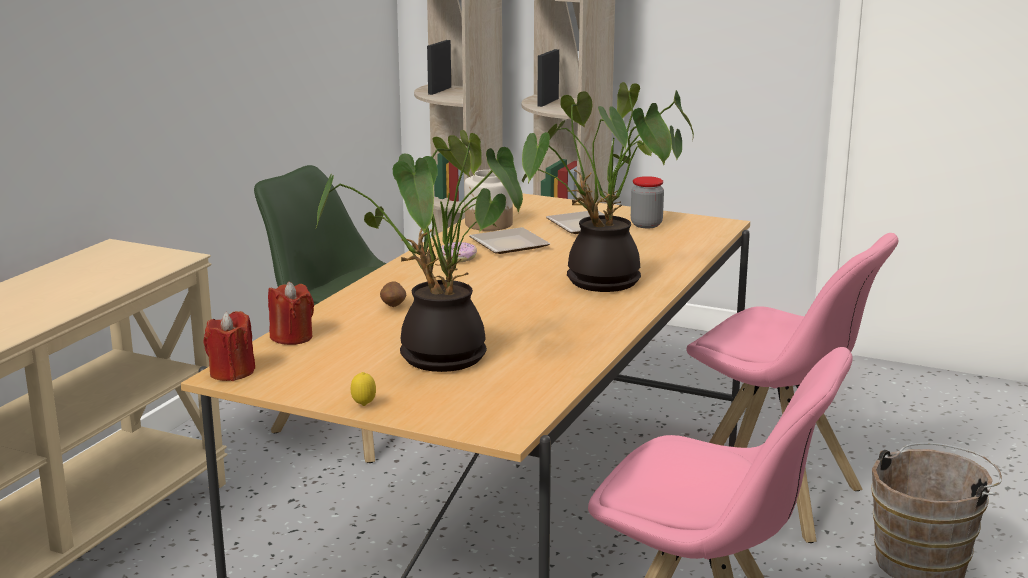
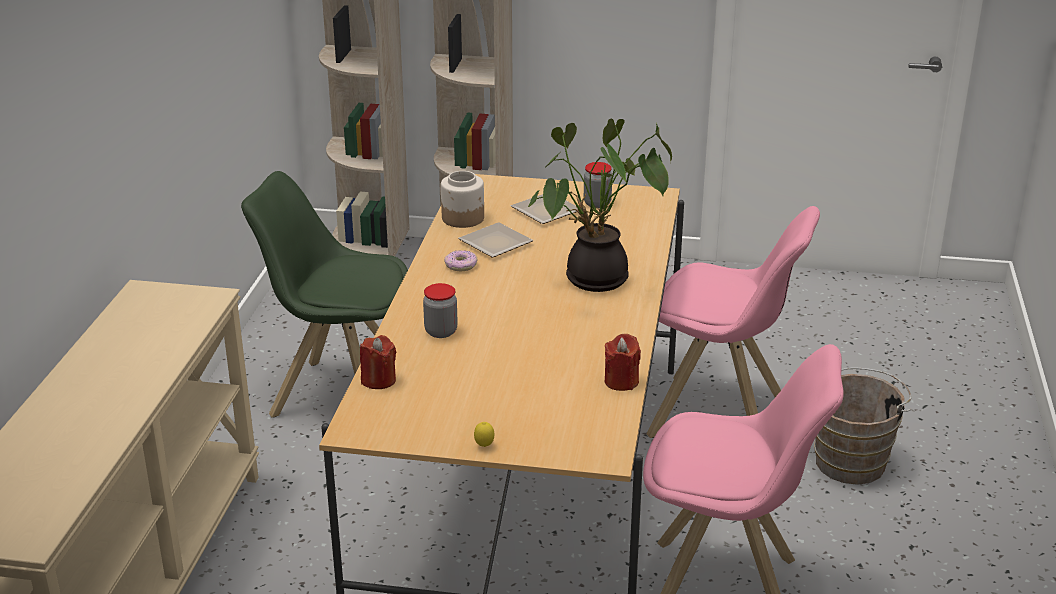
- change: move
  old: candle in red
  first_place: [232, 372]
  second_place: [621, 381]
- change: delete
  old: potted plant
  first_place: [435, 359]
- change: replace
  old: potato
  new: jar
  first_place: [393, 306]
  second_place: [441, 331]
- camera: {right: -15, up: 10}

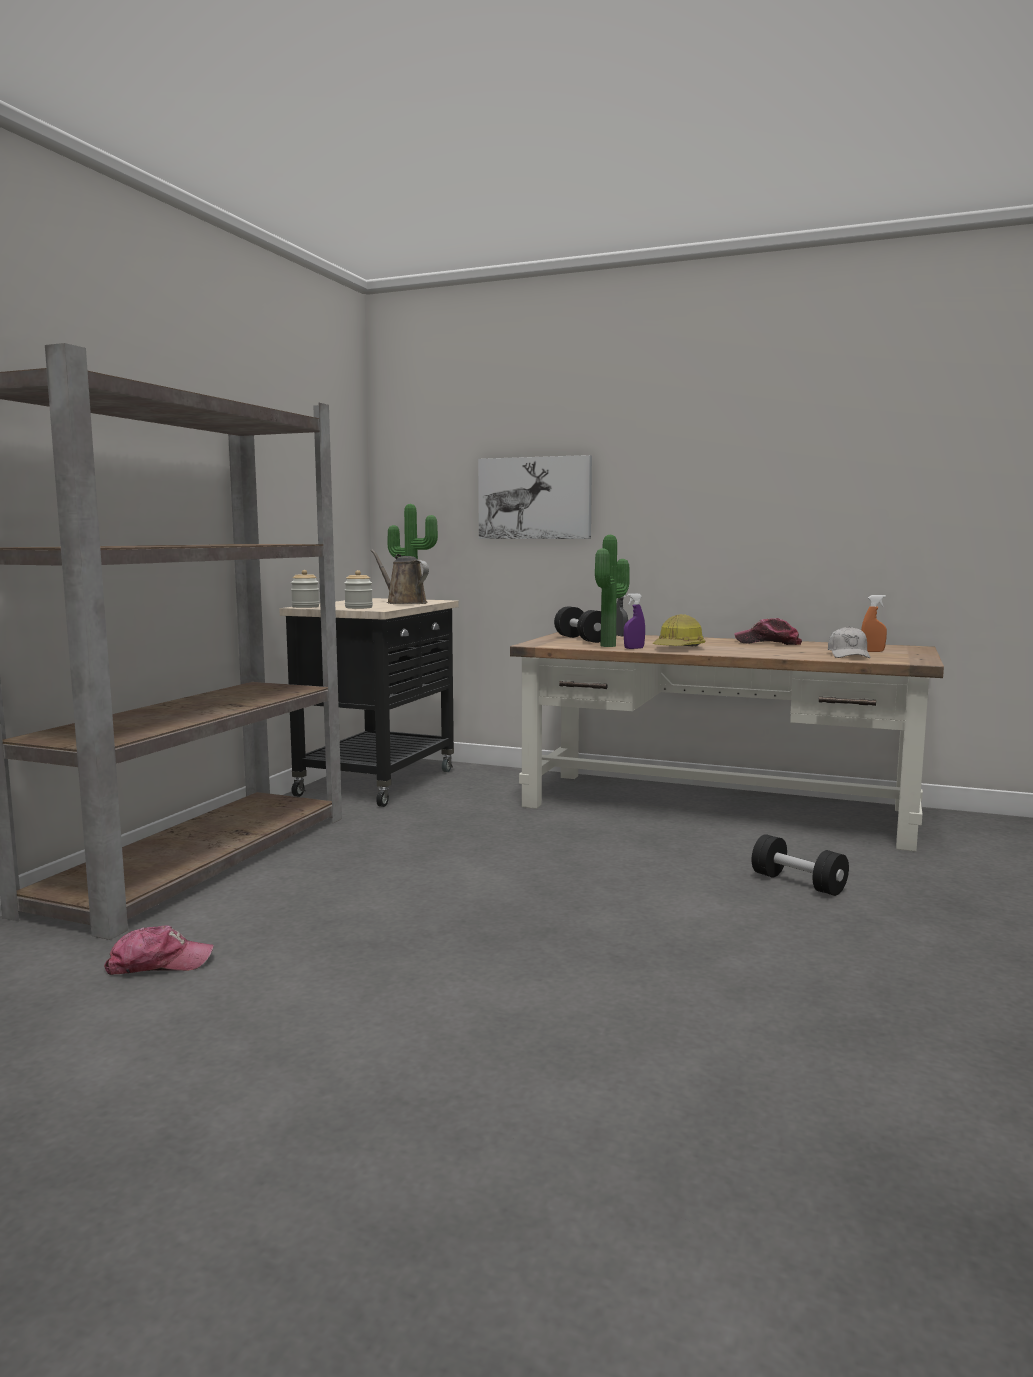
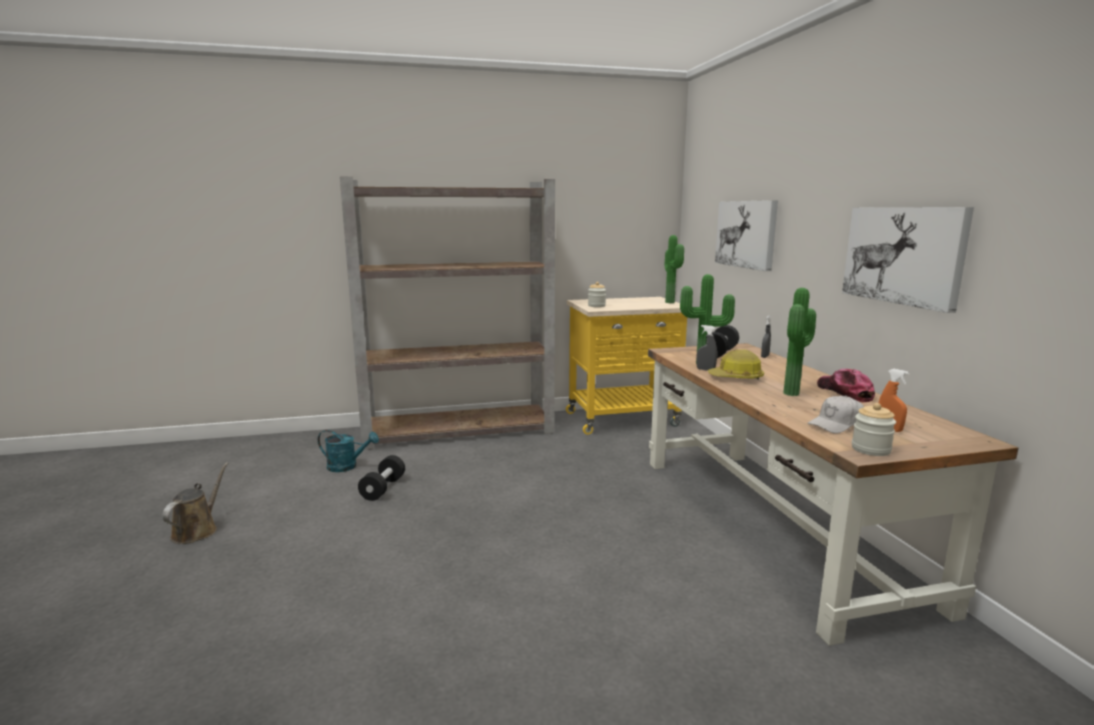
- change: replace
  old: cap
  new: watering can in turquoise
  first_place: [159, 964]
  second_place: [347, 466]
- change: recolor
  old: cart in black
  new: cart in yellow
  first_place: [376, 782]
  second_place: [622, 419]
- change: move
  old: jar
  first_place: [305, 607]
  second_place: [870, 449]
- change: move
  old: watering can in brown
  first_place: [403, 603]
  second_place: [197, 530]
- change: recolor
  old: spray bottle in purple
  new: spray bottle in grey
  first_place: [634, 648]
  second_place: [705, 370]
- change: move
  old: dumbbell in black
  first_place: [798, 883]
  second_place: [383, 488]
- change: insert
  new: potted plant
  second_place: [794, 394]
- change: insert
  new: picture
  second_place: [903, 255]
- camera: {right: 55, up: 5}

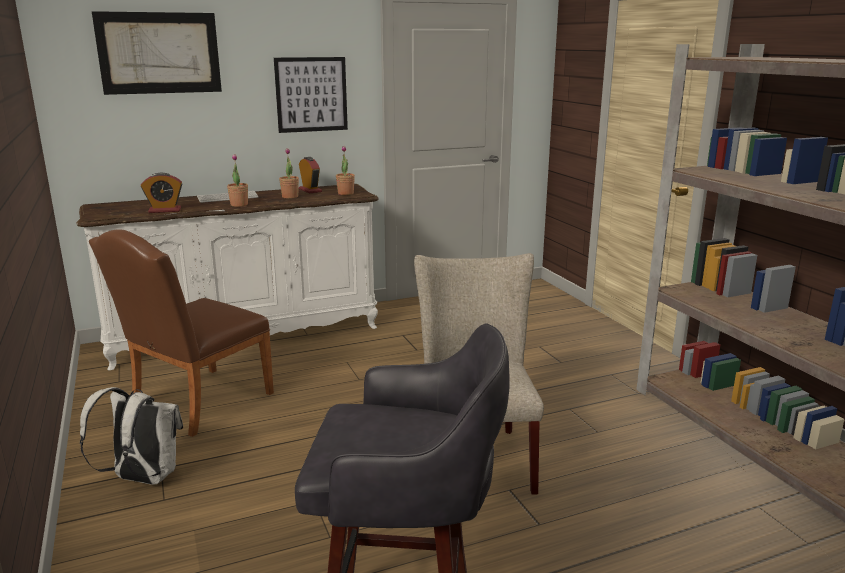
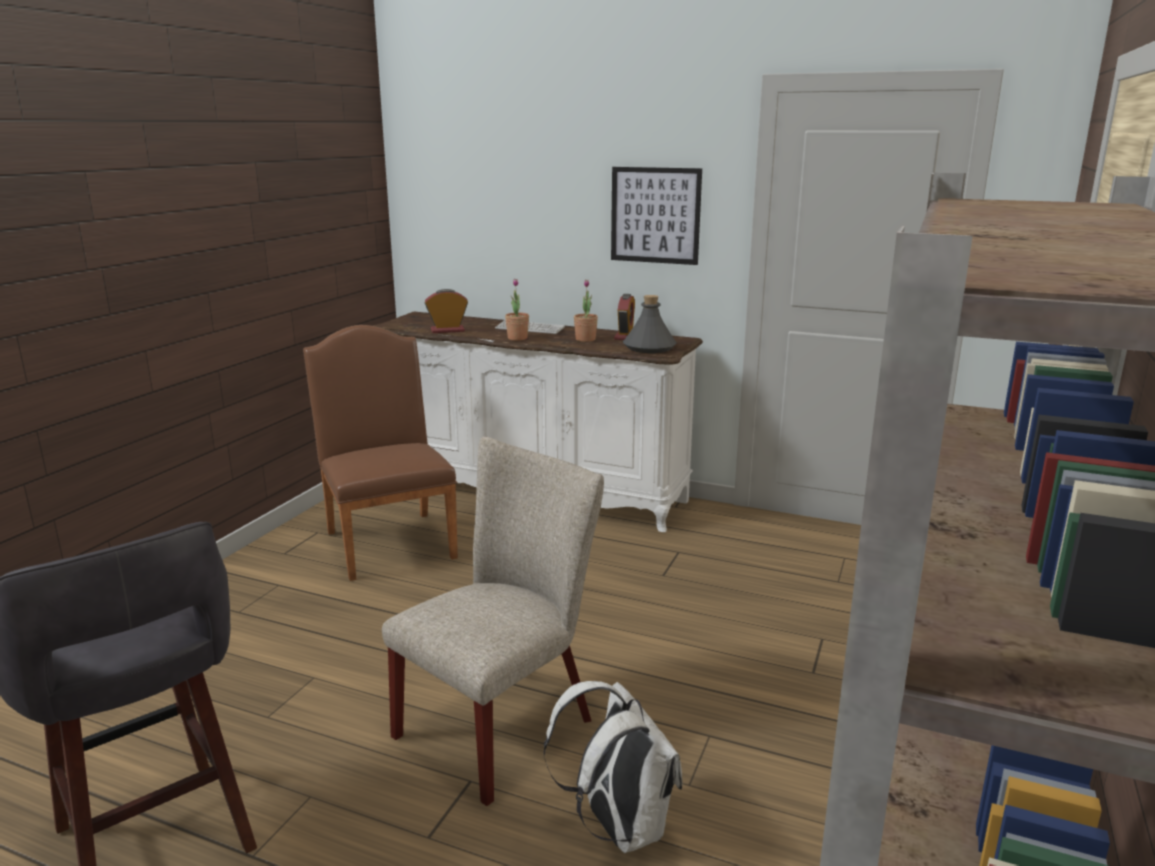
- change: move
  old: backpack in white
  first_place: [142, 478]
  second_place: [618, 826]
- change: rotate
  old: chair in brown
  first_place: [195, 404]
  second_place: [388, 540]
  degrees: 75
- change: delete
  old: picture
  first_place: [159, 53]
- change: rotate
  old: alarm clock
  first_place: [165, 210]
  second_place: [447, 330]
  degrees: 135
- change: replace
  old: potted plant
  new: bottle in grey
  first_place: [345, 193]
  second_place: [649, 347]
- camera: {right: 45, up: 0}

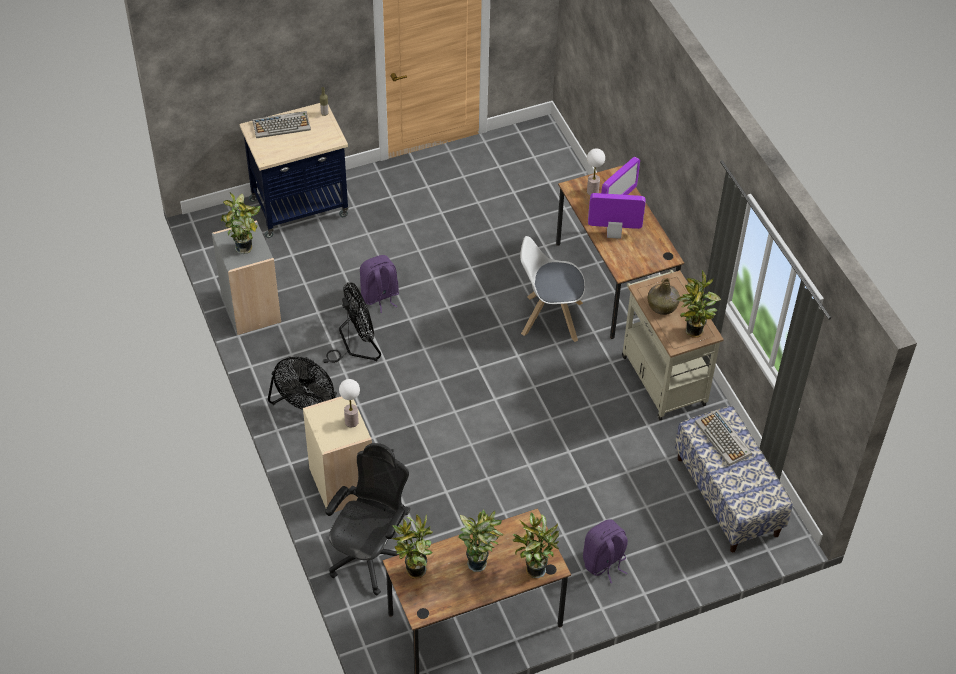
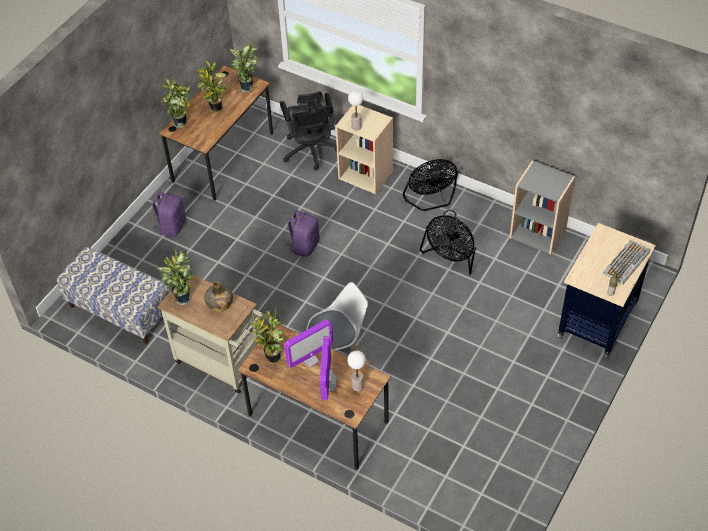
- change: move
  old: potted plant
  first_place: [246, 248]
  second_place: [271, 359]
- change: move
  old: backpack in purple
  first_place: [380, 296]
  second_place: [304, 246]
- change: delete
  old: keyboard
  first_place: [723, 438]
- camera: {right: 145, up: 0}

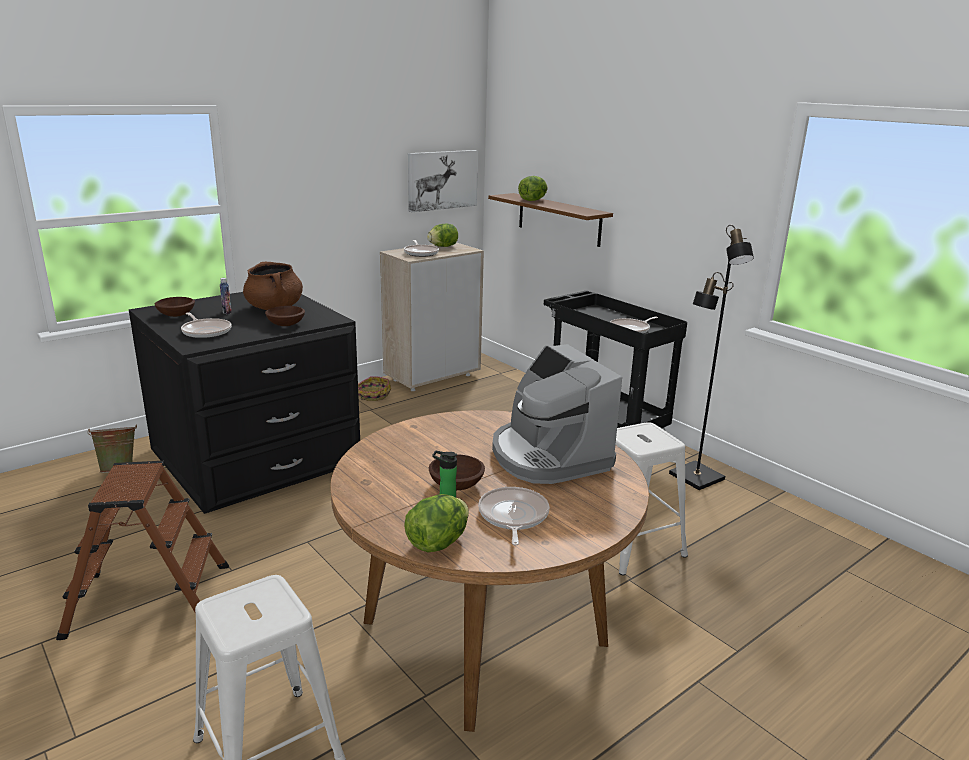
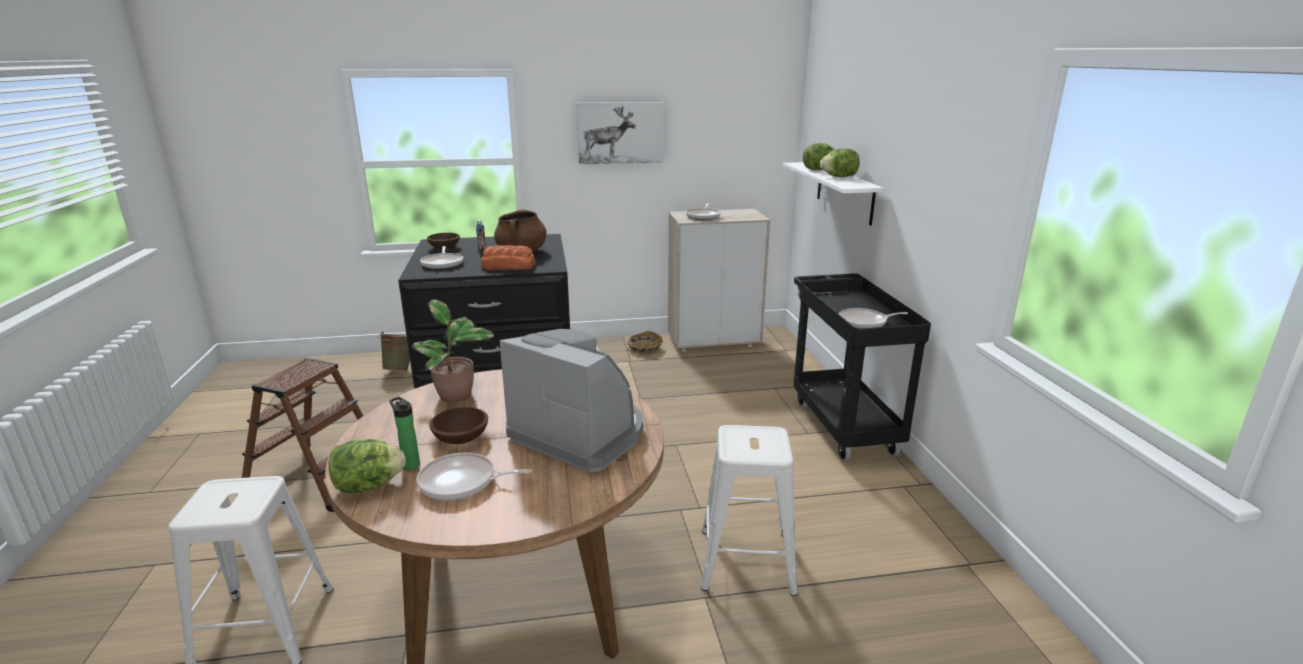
- change: replace
  old: bowl in brown
  new: bread
  first_place: [285, 324]
  second_place: [508, 266]
- change: move
  old: picture
  first_place: [442, 180]
  second_place: [620, 133]
- change: move
  old: lettuce
  first_place: [443, 246]
  second_place: [839, 177]
- change: rotate
  old: frying pan
  first_place: [513, 516]
  second_place: [462, 482]
  degrees: -120
- change: recolor
  old: shelf in brown
  new: shelf in white
  first_place: [559, 219]
  second_place: [844, 192]
- change: rotate
  old: coffee machine
  first_place: [548, 456]
  second_place: [580, 433]
  degrees: 120
- change: delete
  old: floor lamp in black
  first_place: [696, 476]
- change: insert
  new: potted plant
  second_place: [457, 396]
- camera: {right: 30, up: 0}

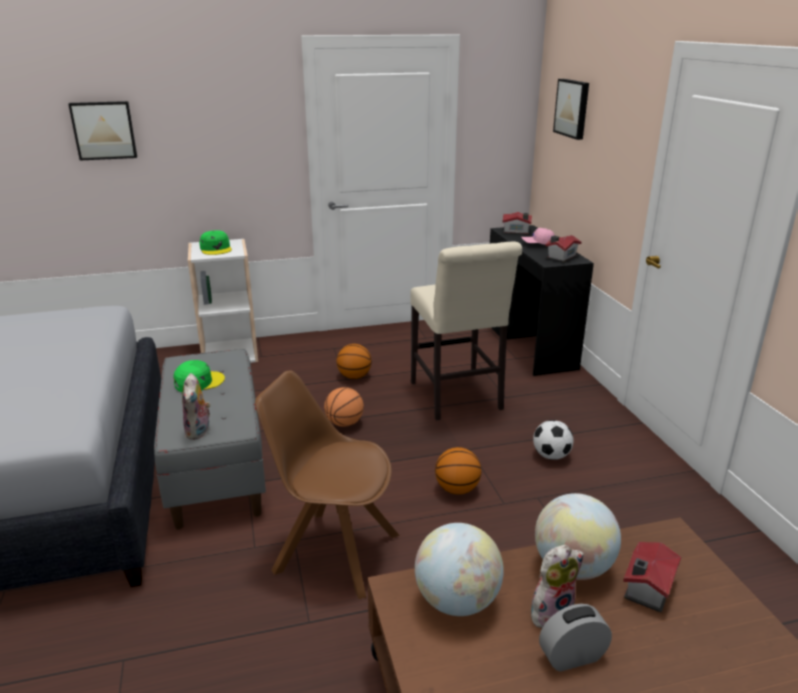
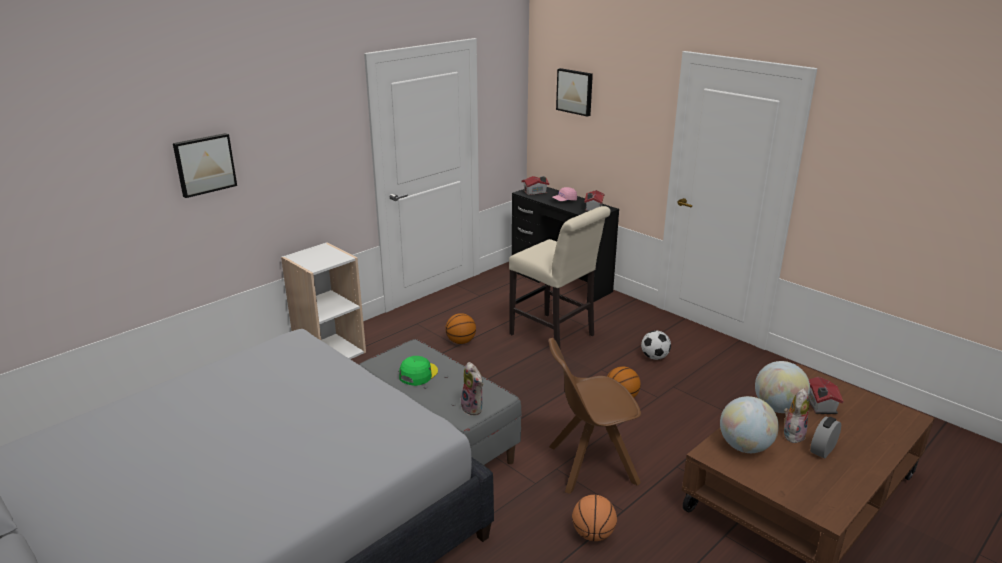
- change: delete
  old: cap in green
  first_place: [216, 249]
- change: move
  old: basketball
  first_place: [344, 423]
  second_place: [593, 534]
- camera: {right: -30, up: 0}

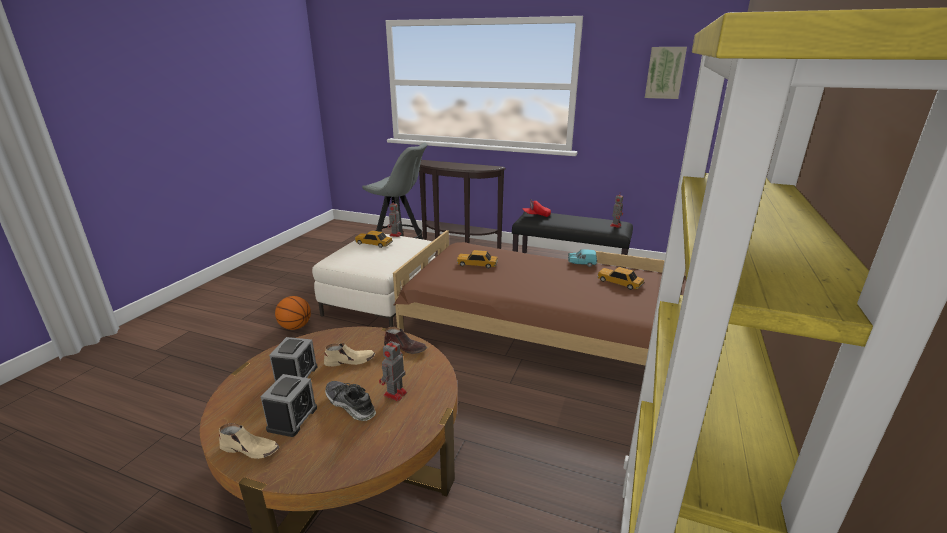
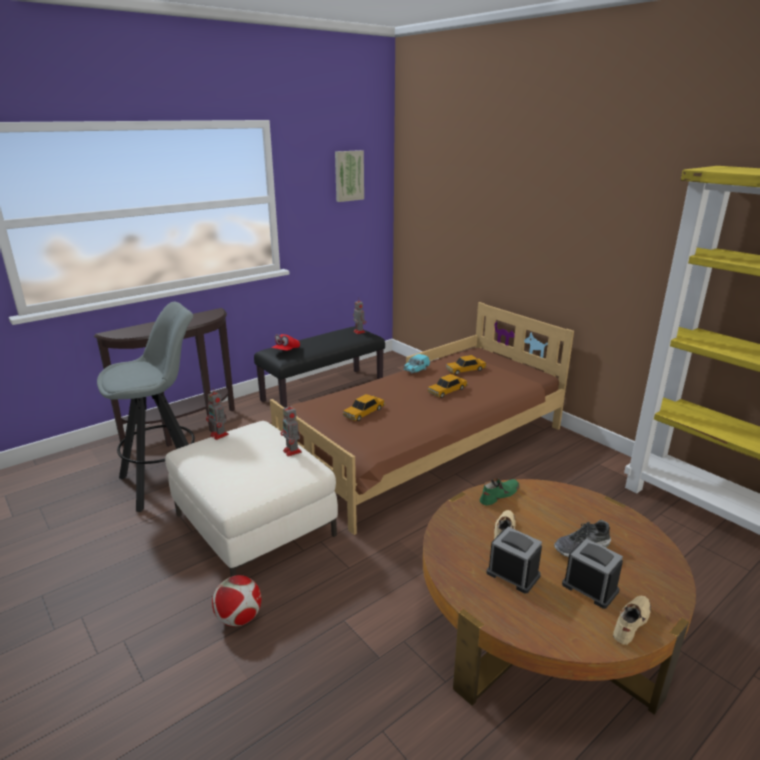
- change: replace
  old: basketball
  new: football
  first_place: [295, 327]
  second_place: [239, 618]
- change: move
  old: toy car
  first_place: [374, 243]
  second_place: [447, 391]
- change: move
  old: toy robot
  first_place: [394, 394]
  second_place: [292, 452]
- change: recolor
  old: shoe in brown
  new: shoe in green
  first_place: [405, 347]
  second_place: [498, 495]
- camera: {right: -60, up: 0}

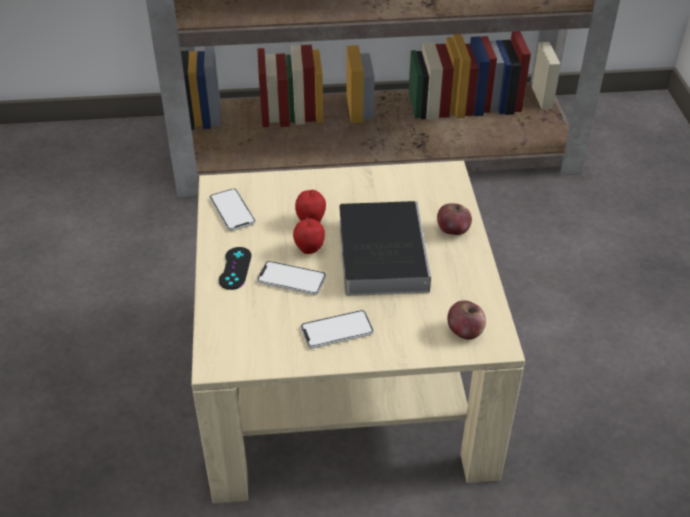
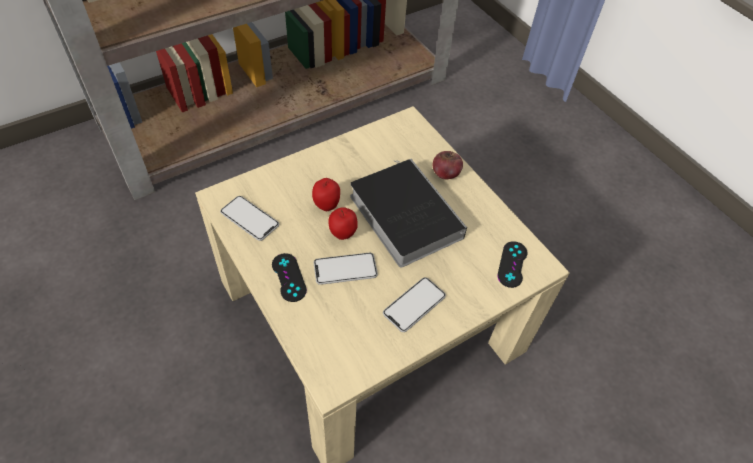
- change: replace
  old: apple
  new: game controller in black
  first_place: [465, 331]
  second_place: [512, 264]
- camera: {right: -30, up: 10}

